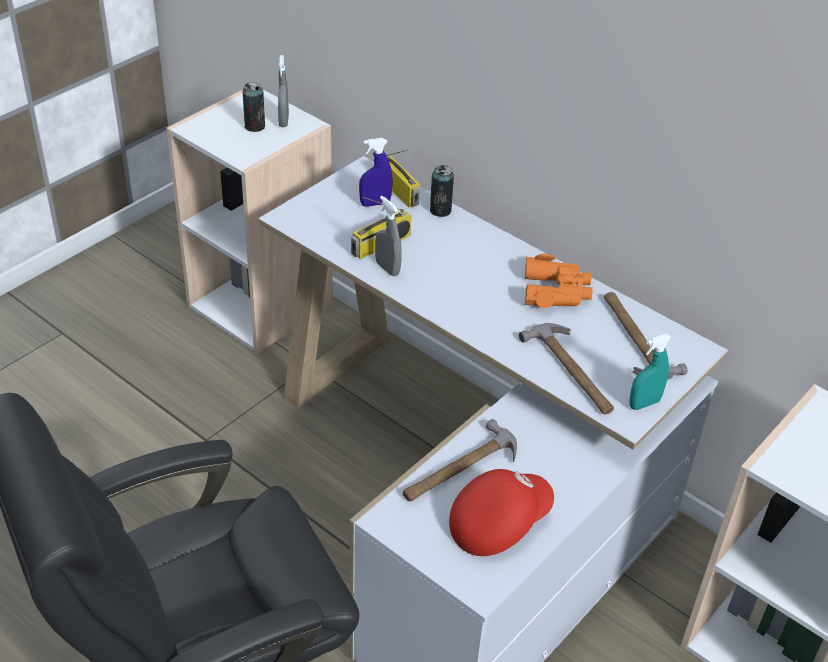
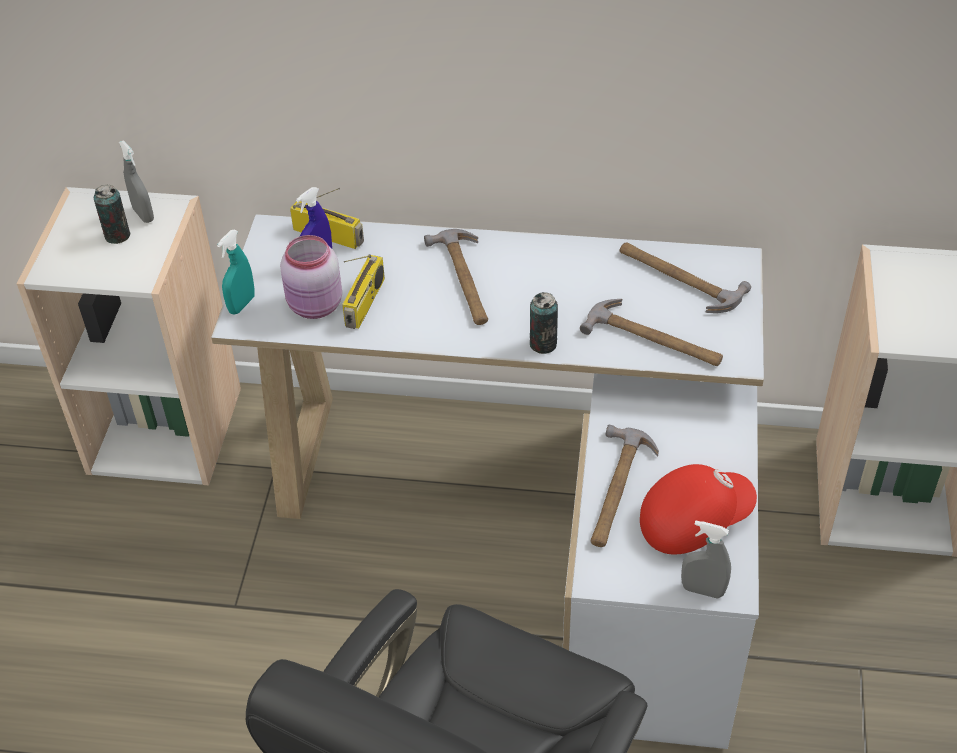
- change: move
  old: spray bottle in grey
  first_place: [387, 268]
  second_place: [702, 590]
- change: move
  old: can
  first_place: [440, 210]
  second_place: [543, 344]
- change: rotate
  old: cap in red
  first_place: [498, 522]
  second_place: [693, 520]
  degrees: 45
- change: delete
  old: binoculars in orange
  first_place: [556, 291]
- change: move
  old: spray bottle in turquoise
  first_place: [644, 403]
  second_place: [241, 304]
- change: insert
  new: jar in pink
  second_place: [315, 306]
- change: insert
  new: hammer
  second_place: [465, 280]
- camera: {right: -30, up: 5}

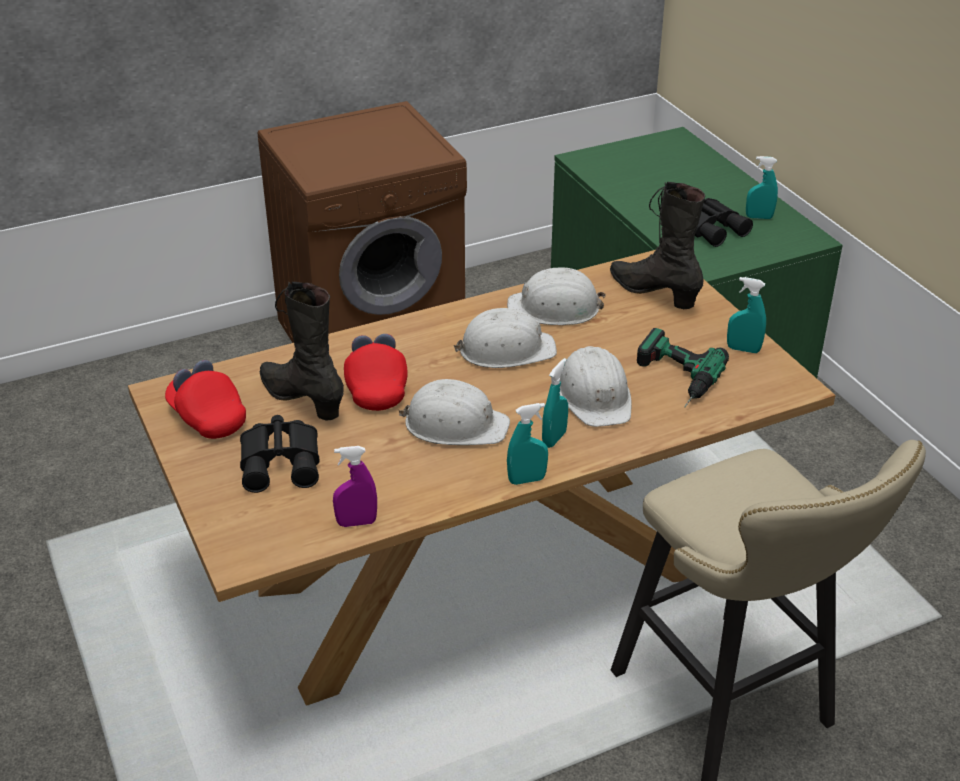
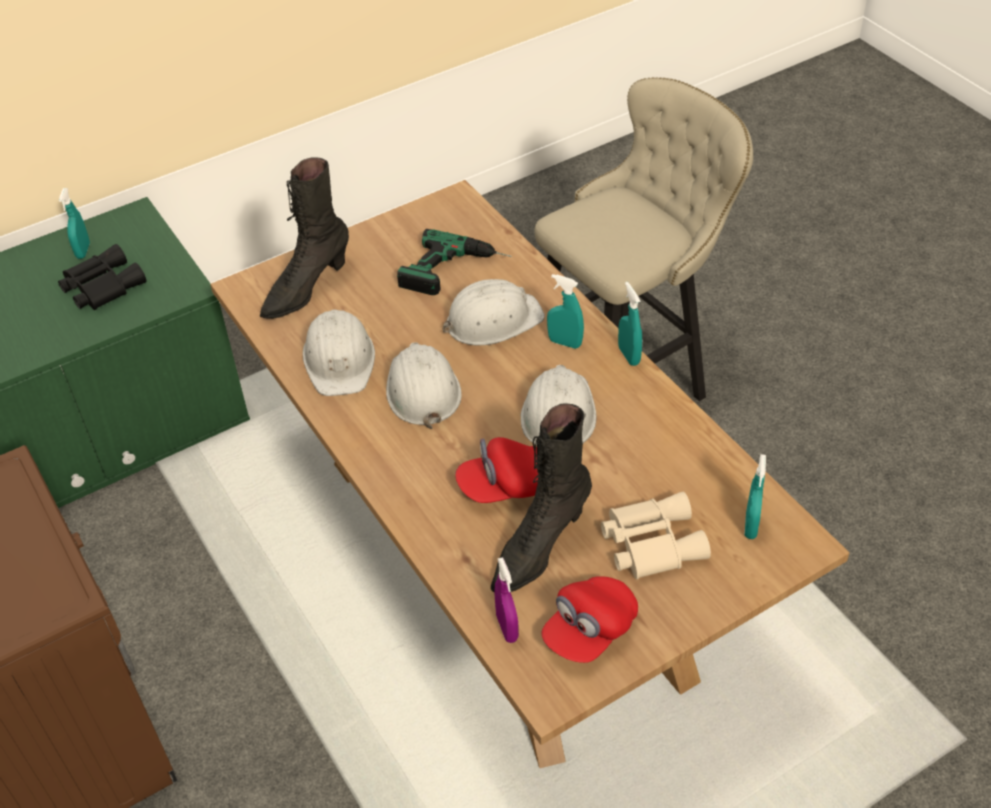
- change: recolor
  old: binoculars in black
  new: binoculars in beige
  first_place: [282, 462]
  second_place: [650, 542]
- change: move
  old: spray bottle in purple
  first_place: [356, 522]
  second_place: [507, 628]
- change: move
  old: spray bottle in turquoise
  first_place: [743, 349]
  second_place: [751, 526]
- camera: {right: -95, up: 10}

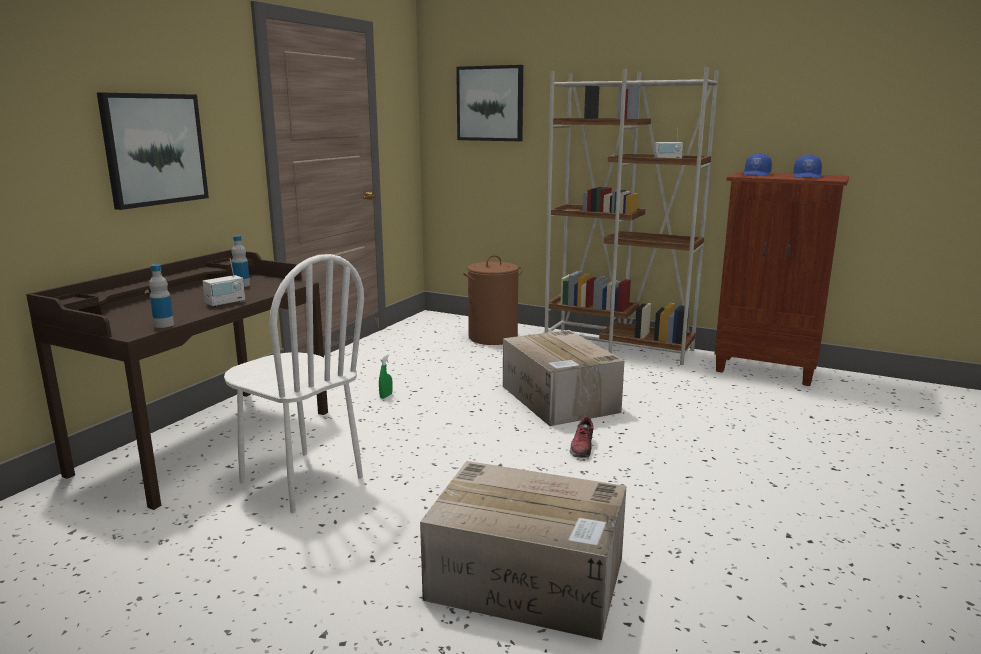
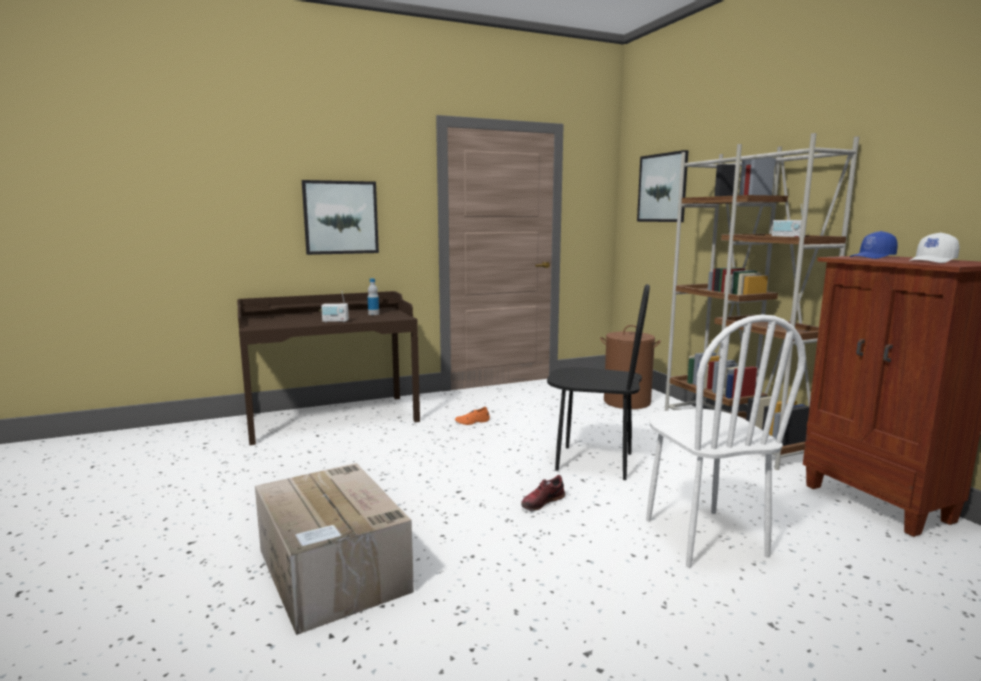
- change: delete
  old: bottle
  first_place: [164, 325]
- change: move
  old: chair in white
  first_place: [300, 480]
  second_place: [703, 537]
- change: replace
  old: spray bottle in green
  new: shoe in orange
  first_place: [386, 396]
  second_place: [472, 422]
- change: replace
  old: cardboard box
  new: chair in black
  first_place: [560, 399]
  second_place: [594, 462]
- change: recolor
  old: cap in blue
  new: cap in white
  first_place: [807, 177]
  second_place: [933, 261]
- camera: {right: 40, up: -5}

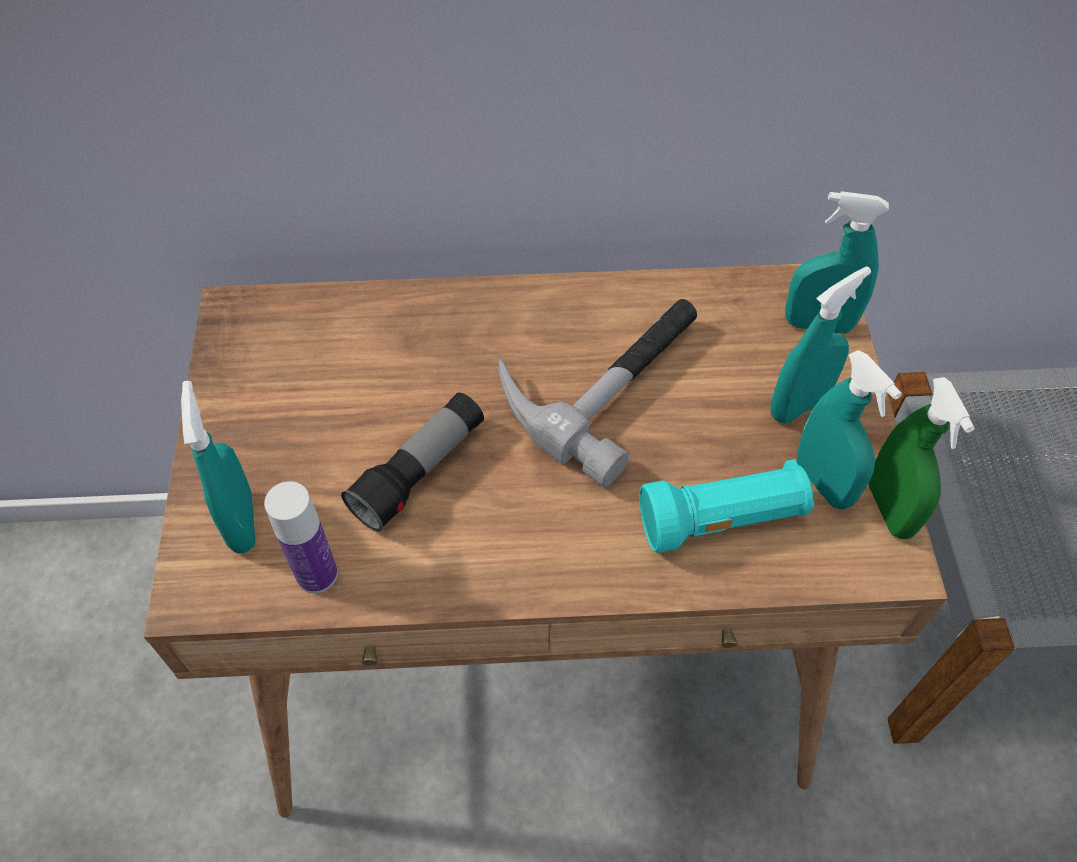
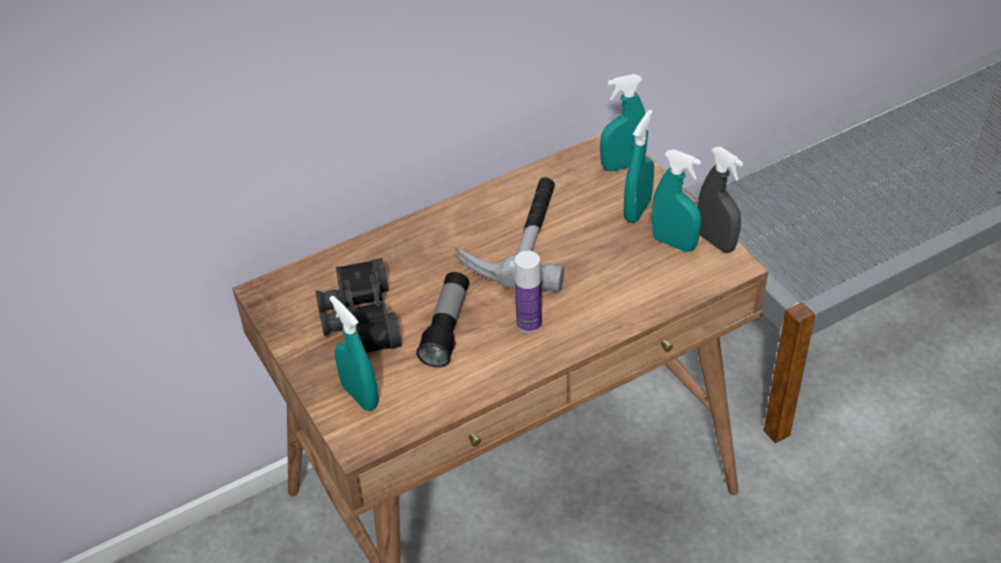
- change: move
  old: bottle
  first_place: [317, 574]
  second_place: [529, 323]
- change: delete
  old: flashlight in turquoise
  first_place: [723, 520]
- change: recolor
  old: spray bottle in green
  new: spray bottle in grey
  first_place: [889, 509]
  second_place: [715, 241]
- change: insert
  new: binoculars in black
  second_place: [358, 319]
- camera: {right: -25, up: -10}

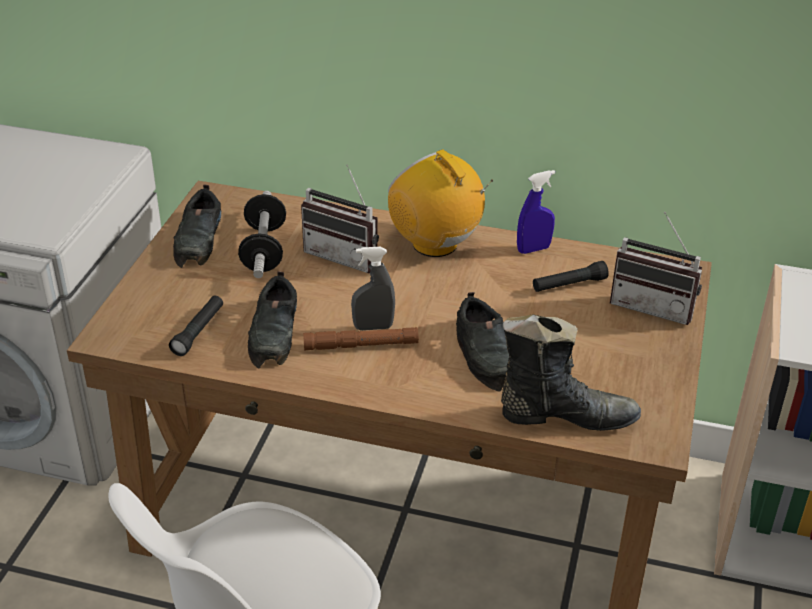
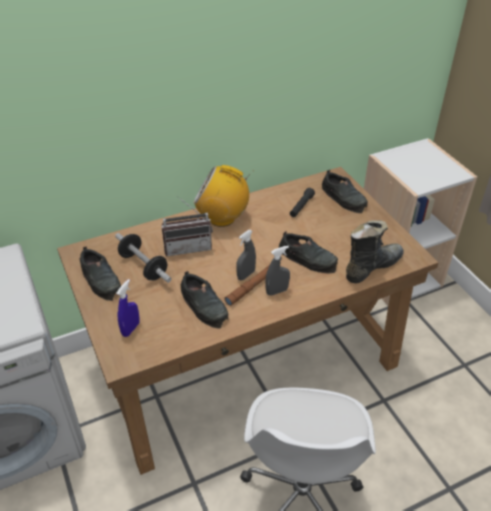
- change: delete
  old: flashlight in black
  first_place: [198, 331]
- change: move
  old: spray bottle in blue
  first_place: [533, 249]
  second_place: [130, 329]
- change: replace
  old: radio
  new: shoe in black
  first_place: [654, 305]
  second_place: [344, 197]
- change: insert
  new: spray bottle in grey
  second_place: [277, 291]
- camera: {right: -40, up: 5}

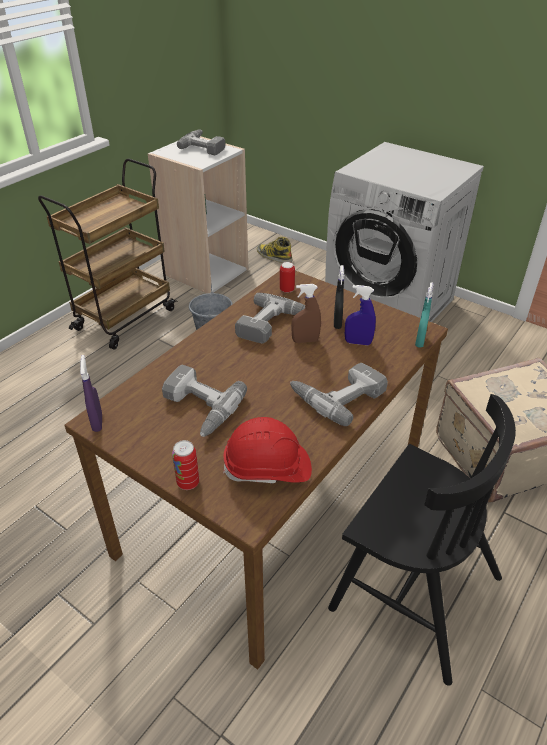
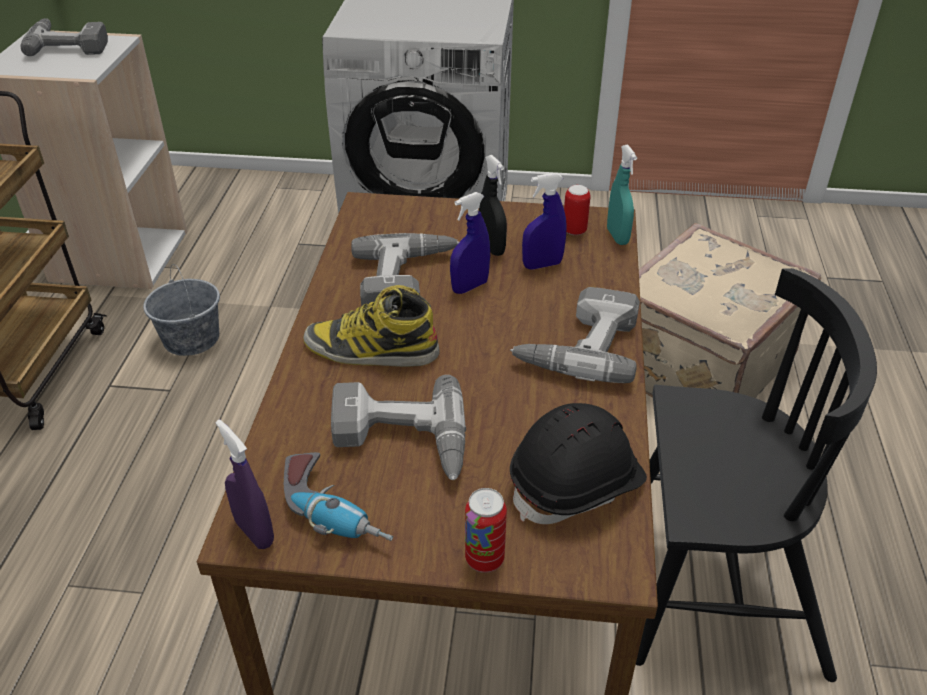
- change: recolor
  old: hard hat in red
  new: hard hat in black
  first_place: [268, 468]
  second_place: [577, 485]
- change: move
  old: boot
  first_place: [274, 256]
  second_place: [371, 350]
- change: move
  old: can
  first_place: [287, 290]
  second_place: [574, 231]
- change: recolor
  old: spray bottle in brown
  new: spray bottle in blue
  first_place: [305, 340]
  second_place: [470, 287]
- change: insert
  new: power drill
  second_place: [337, 511]
- camera: {right: -30, up: 0}

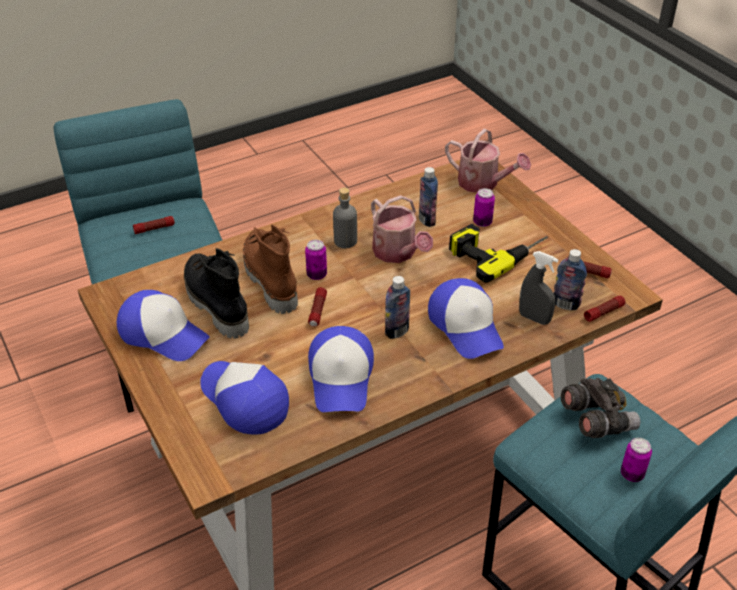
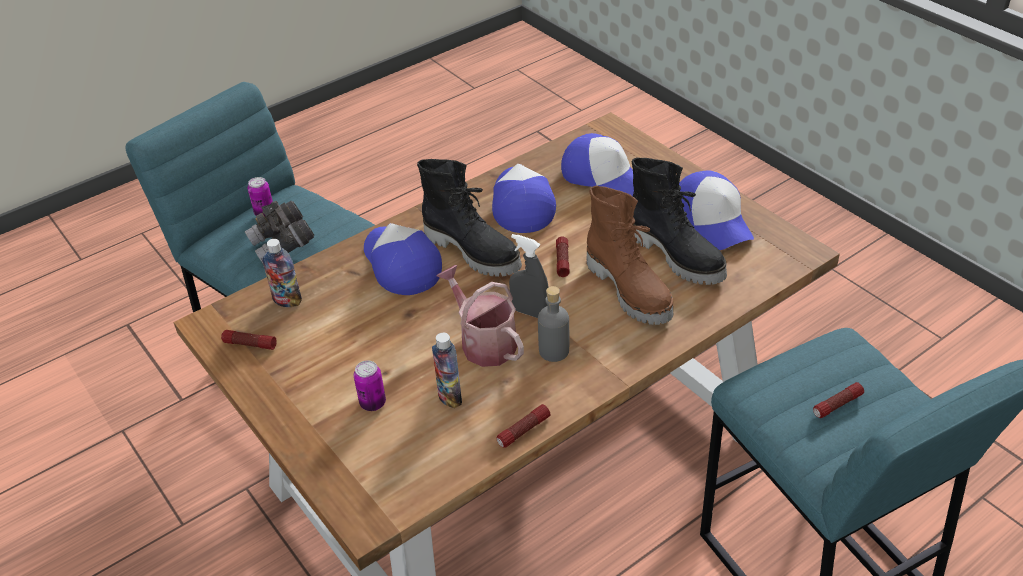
- change: rotate
  old: cap
  first_place: [163, 334]
  second_place: [712, 220]
  degrees: -135
- change: delete
  old: can
  first_place: [316, 275]
- change: replace
  old: bottle
  new: boot in black
  first_place: [397, 331]
  second_place: [474, 251]
- change: delete
  old: watering can
  first_place: [483, 183]
- change: delete
  old: power drill
  first_place: [496, 251]
- change: move
  old: spray bottle in grey
  first_place: [534, 318]
  second_place: [530, 312]
- change: move
  old: flashlight
  first_place: [604, 312]
  second_place: [523, 431]
- camera: {right: 175, up: 0}

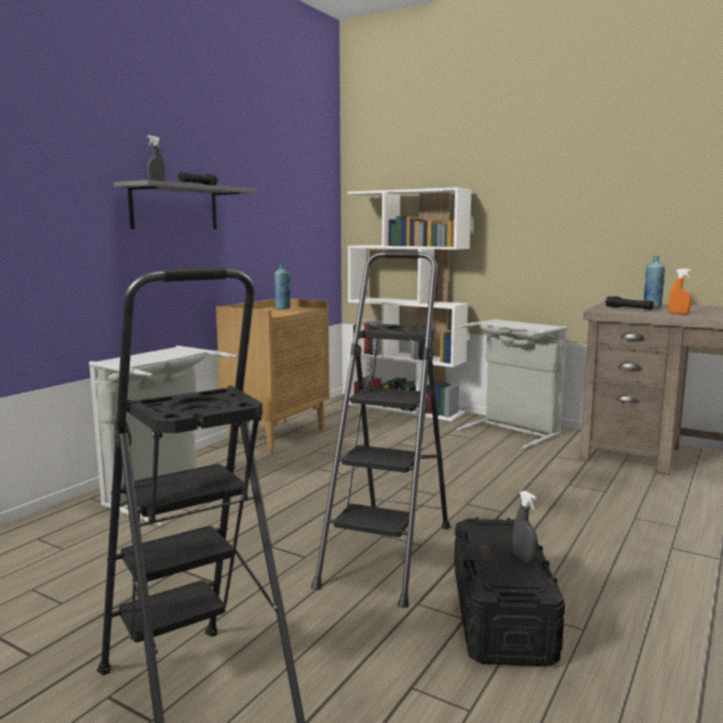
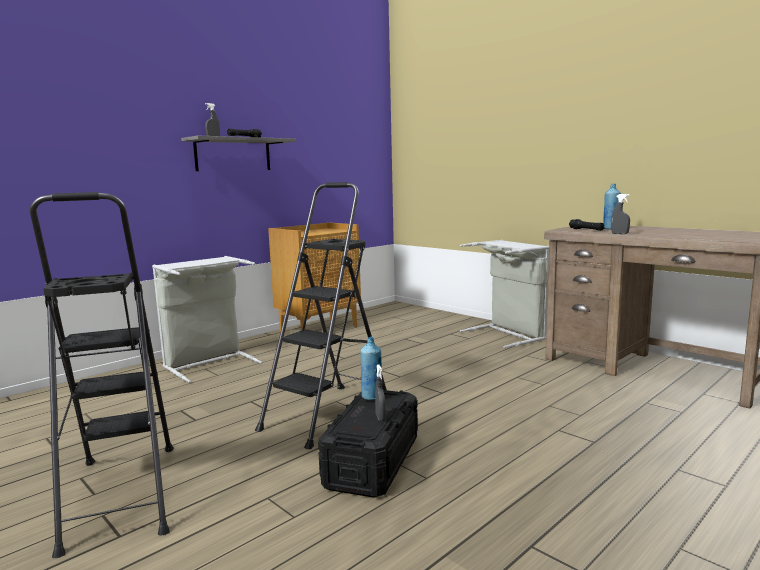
- change: move
  old: bottle in blue
  first_place: [282, 308]
  second_place: [372, 397]
- change: delete
  old: bookcase in white
  first_place: [406, 409]
- change: recolor
  old: spray bottle in orange
  new: spray bottle in grey
  first_place: [678, 314]
  second_place: [619, 234]
- camera: {right: 15, up: 0}

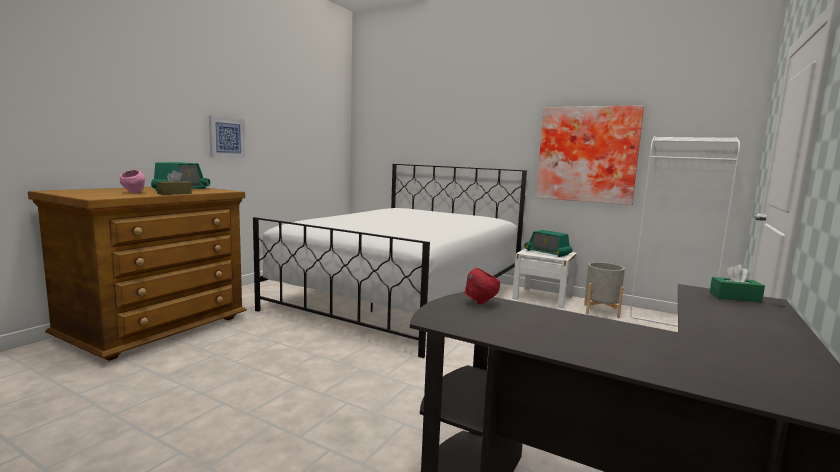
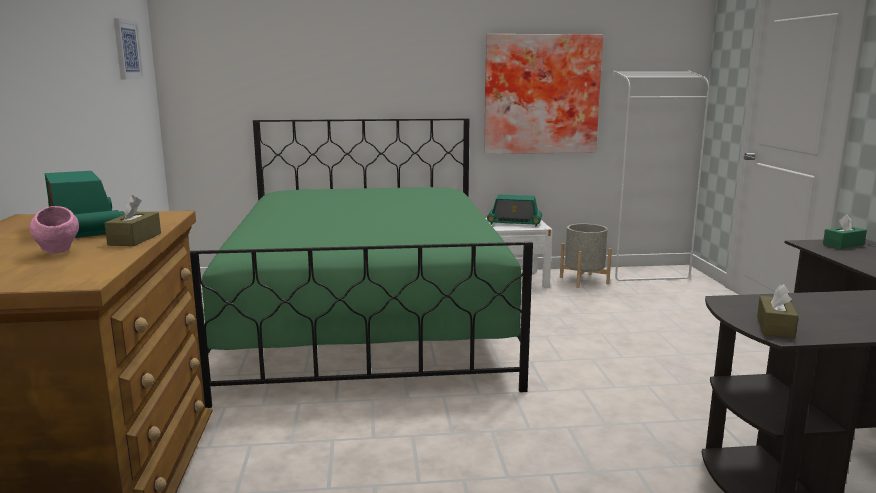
- change: move
  old: picture
  first_place: [227, 137]
  second_place: [127, 49]
- change: recolor
  old: bed in white
  new: bed in green
  first_place: [402, 297]
  second_place: [368, 323]
- change: delete
  old: bowl in red
  first_place: [480, 303]
- change: insert
  new: tissue box in brown
  second_place: [775, 327]
- camera: {right: -35, up: 5}

